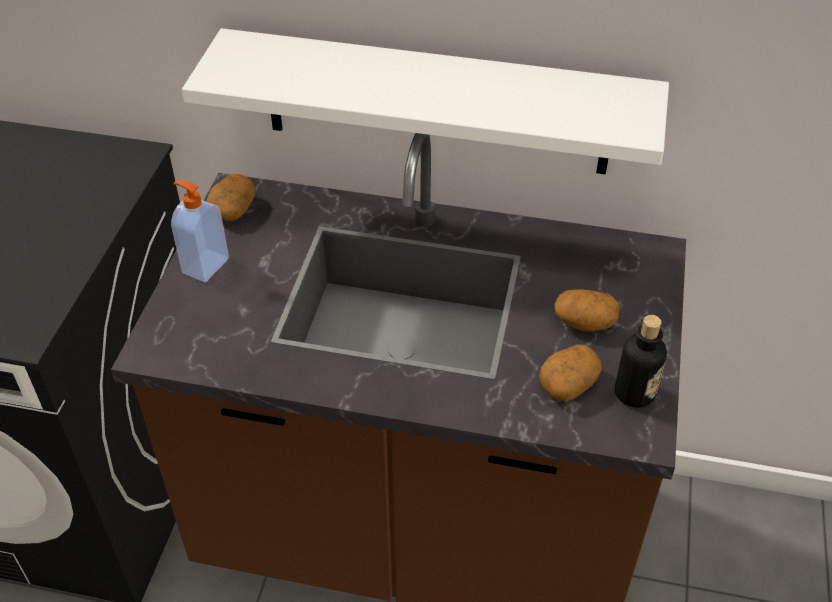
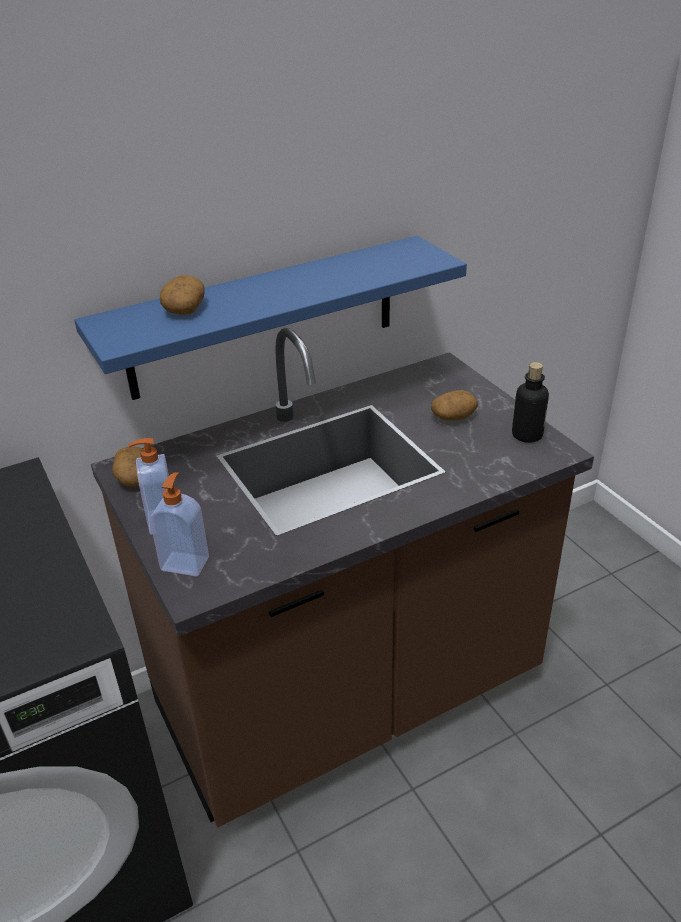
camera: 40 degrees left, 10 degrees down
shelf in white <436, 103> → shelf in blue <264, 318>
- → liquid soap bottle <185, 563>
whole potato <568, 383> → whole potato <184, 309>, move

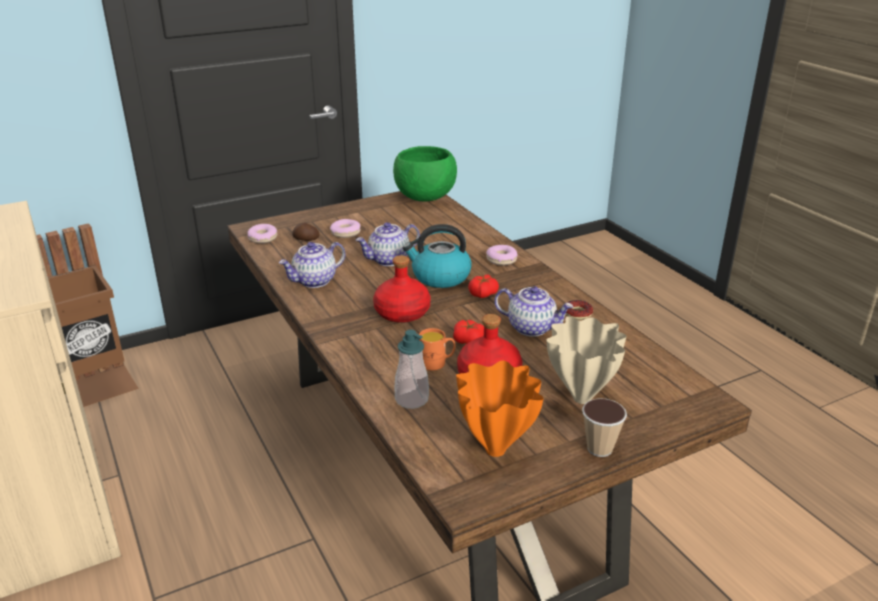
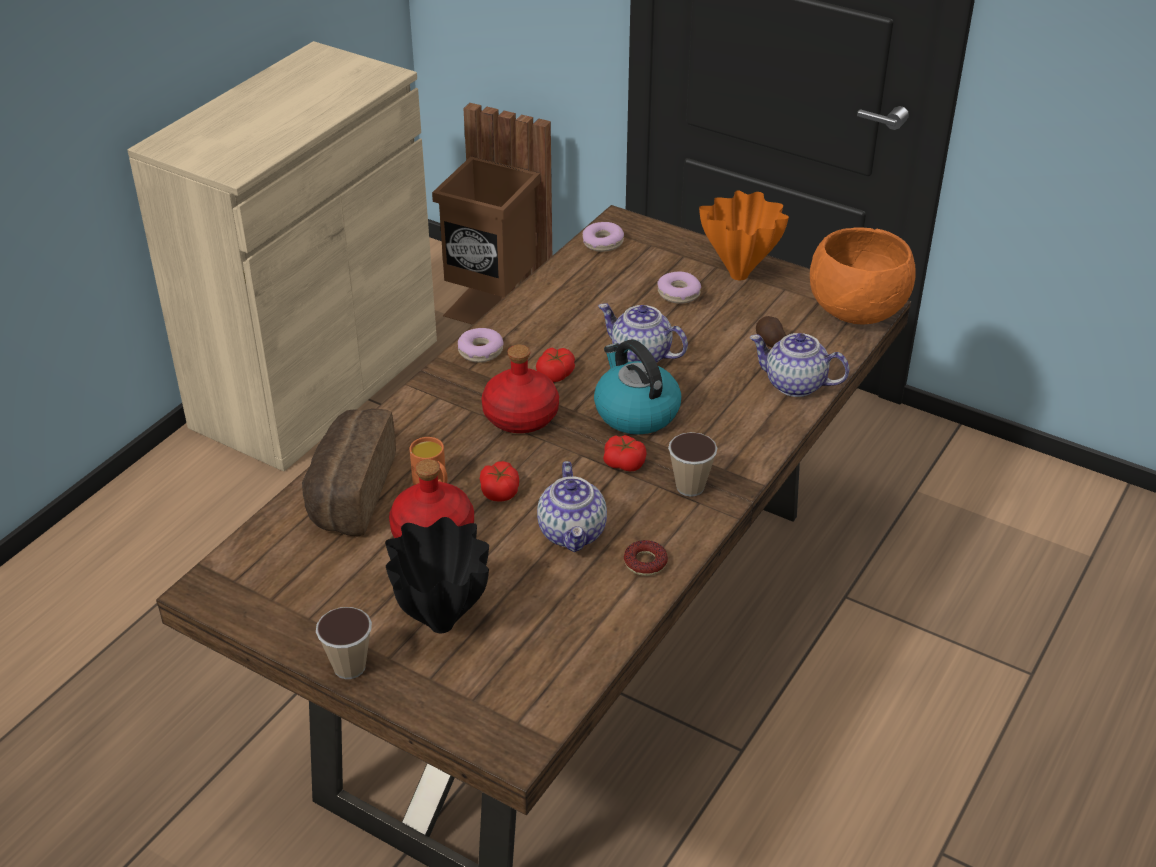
camera: 60 degrees right, 10 degrees up
liquid soap bottle <411, 399> → baked bread <348, 492>
flower vase in sand-coloured <581, 397> → flower vase in blackish <443, 623>
doughnut <501, 259> → doughnut <481, 351>, move
- → whole tomato <556, 373>
- → small cup <690, 487>
flower vase in orange <496, 449> → flower vase in orange <740, 275>, move
teapot <314, 281> → teapot <794, 384>, move
whole potato <306, 239> → whole potato <769, 341>, move
bowl in greenish <425, 197> → bowl in orange <858, 312>

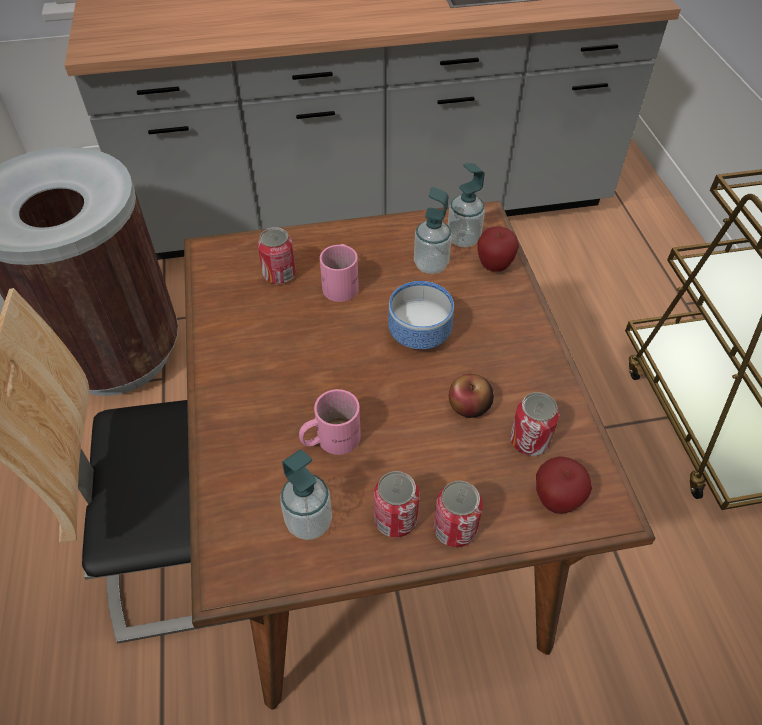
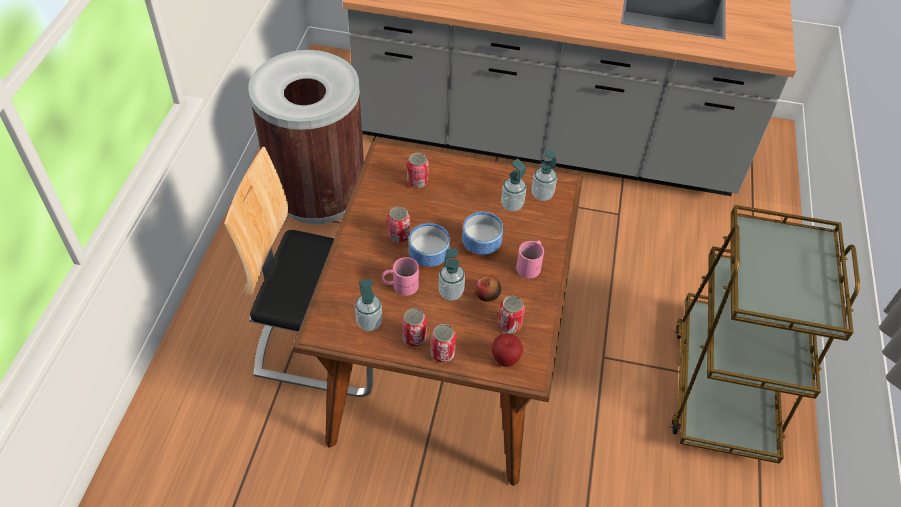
camera: 20 degrees right, 0 degrees up
- → can <399, 235>
- → bowl <430, 255>
- → liquid soap bottle <451, 292>
tea mug in pinkish <343, 283> → tea mug in pinkish <531, 265>, move
apple fruit <494, 266> → -

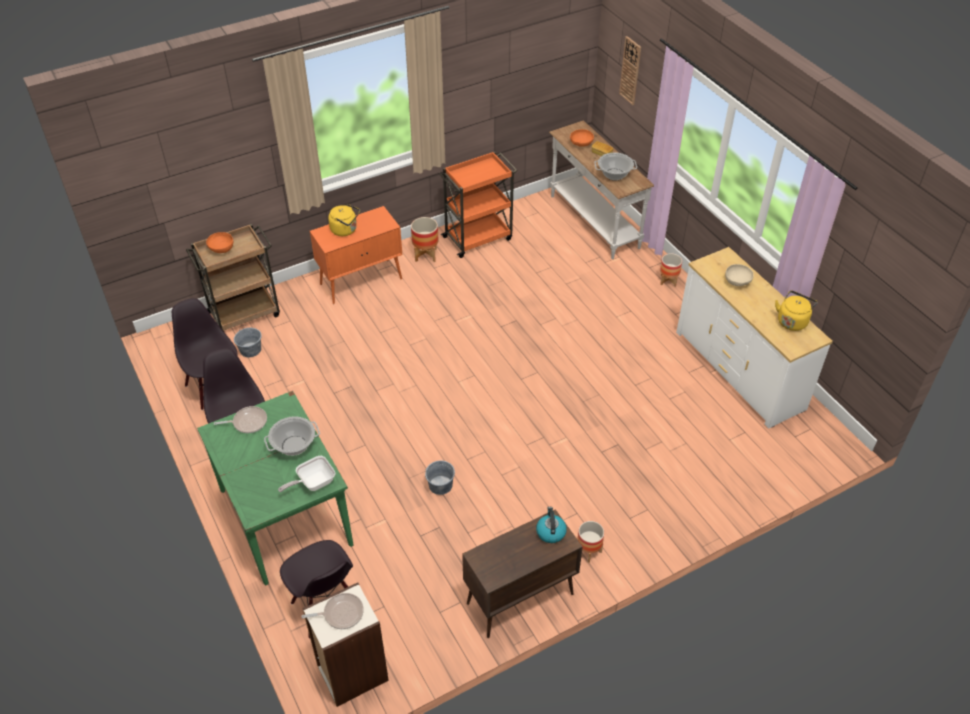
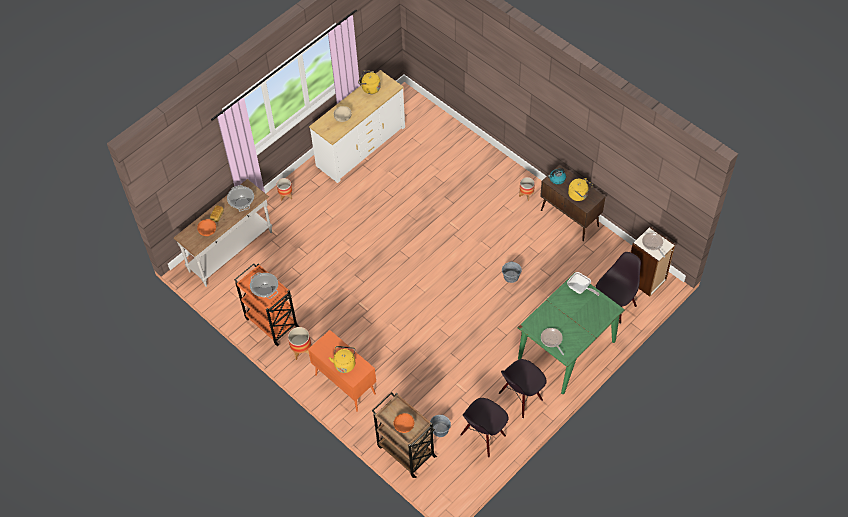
camera: 105 degrees left, 10 degrees up
saucepot <294, 446> → saucepot <265, 290>, move
- → kettle in yellow <579, 195>
clock on the wall <630, 70> → -

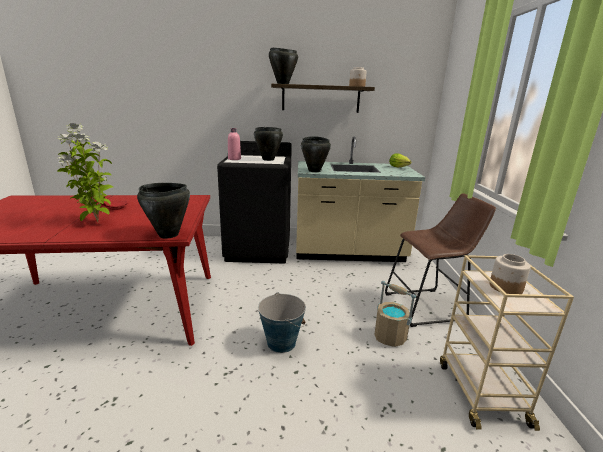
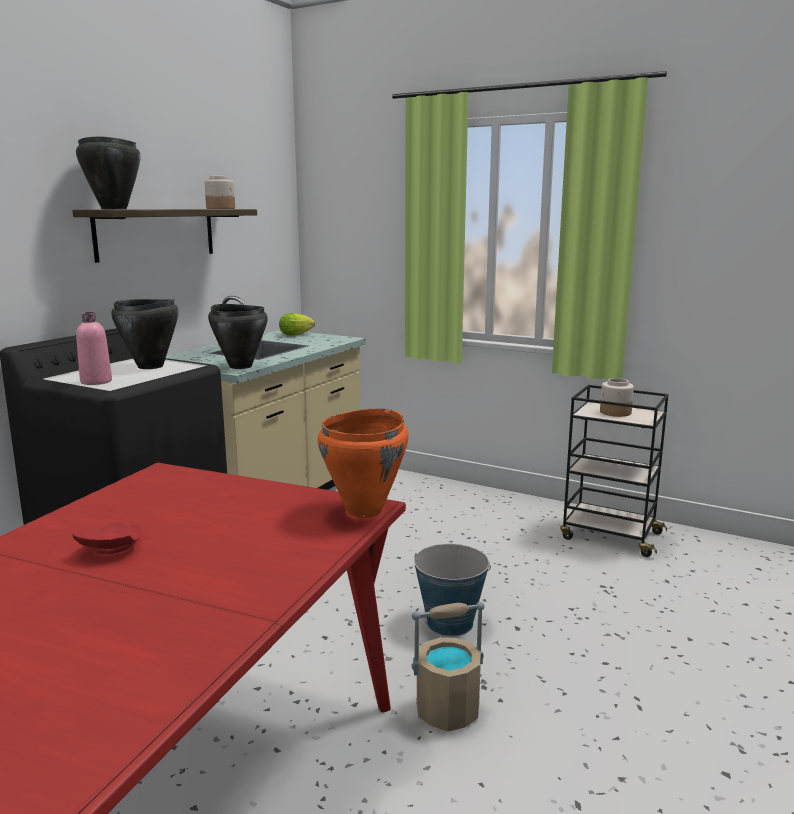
camera: 60 degrees left, 5 degrees down
saucepot in blackish <168, 235> → saucepot in orange <365, 510>
water bucket in sand-coloured <390, 337> → water bucket in sand-coloured <448, 710>, move
trolley in sand-coloured <480, 392> → trolley in blackish <609, 535>
plant in a pot <96, 222> → -
stool seat in brown <428, 307> → -

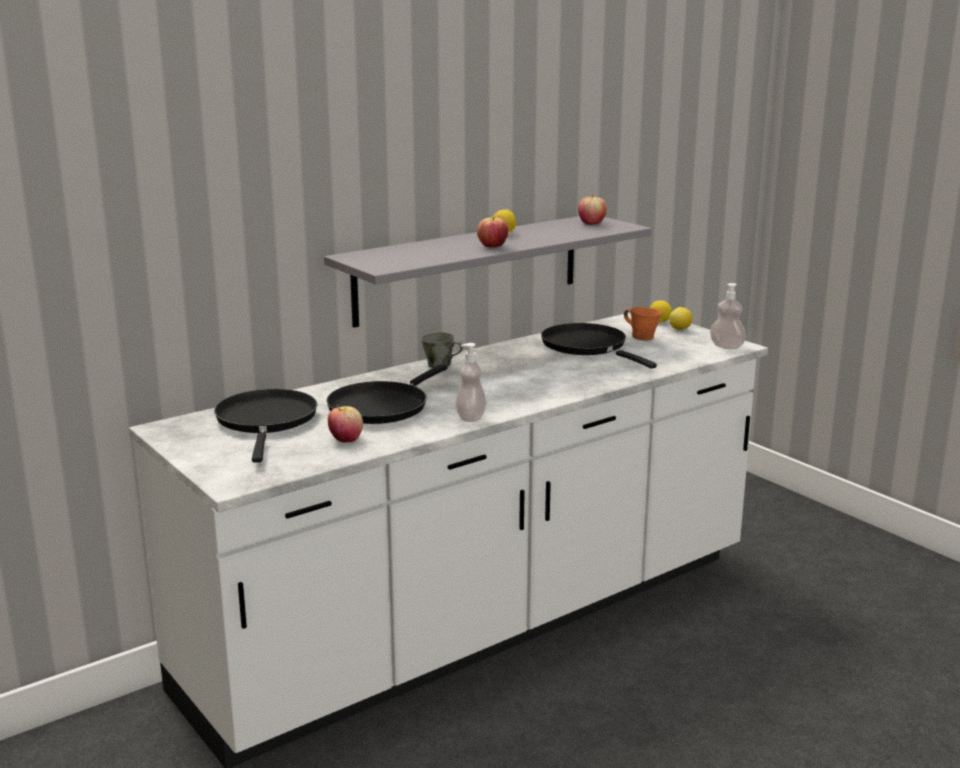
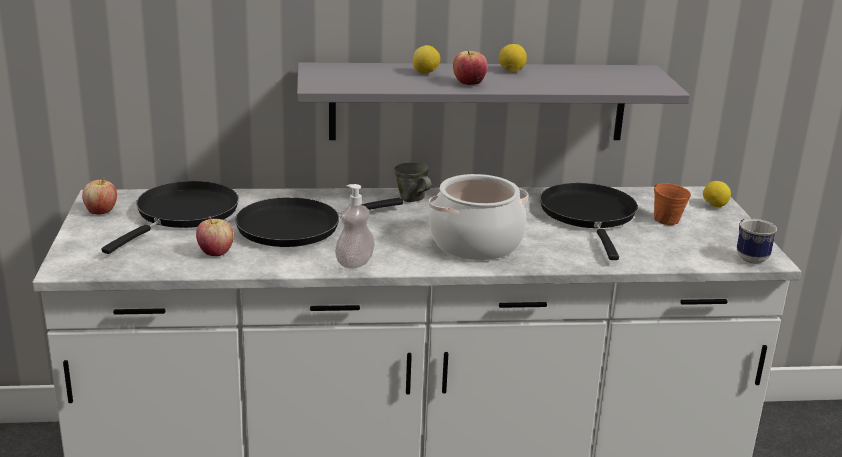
camera: 30 degrees right, 5 degrees up
apple fruit <591, 223> → apple fruit <101, 212>, move
citrus fruit <680, 329> → citrus fruit <426, 73>, move
- → saucepot <476, 243>
liquid soap bottle <726, 347> → tea mug <748, 256>

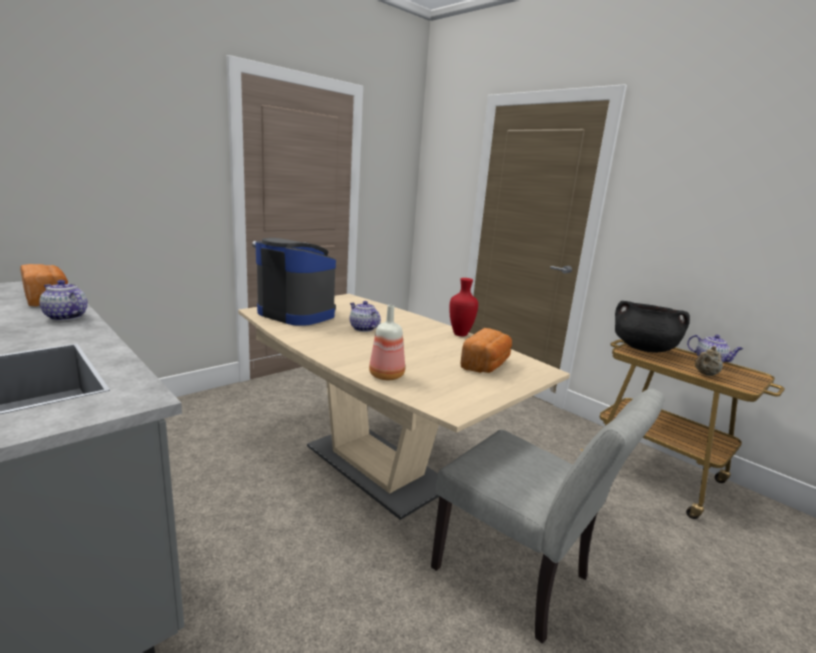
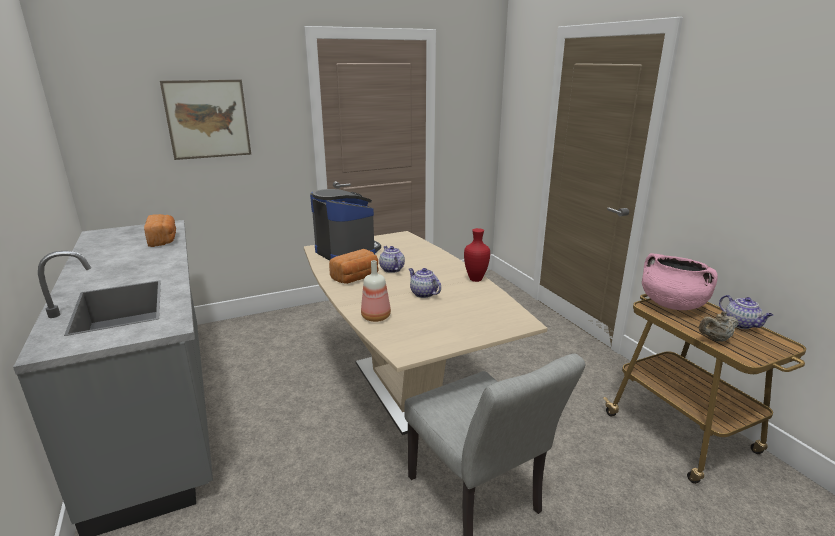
camera: 20 degrees right, 5 degrees up
- → wall art <208, 119>
baked bread <486, 365> → baked bread <356, 278>, move
teapot <65, 317> → teapot <423, 293>, move
saucepot in blackish <643, 348> → saucepot in pinkish <671, 304>

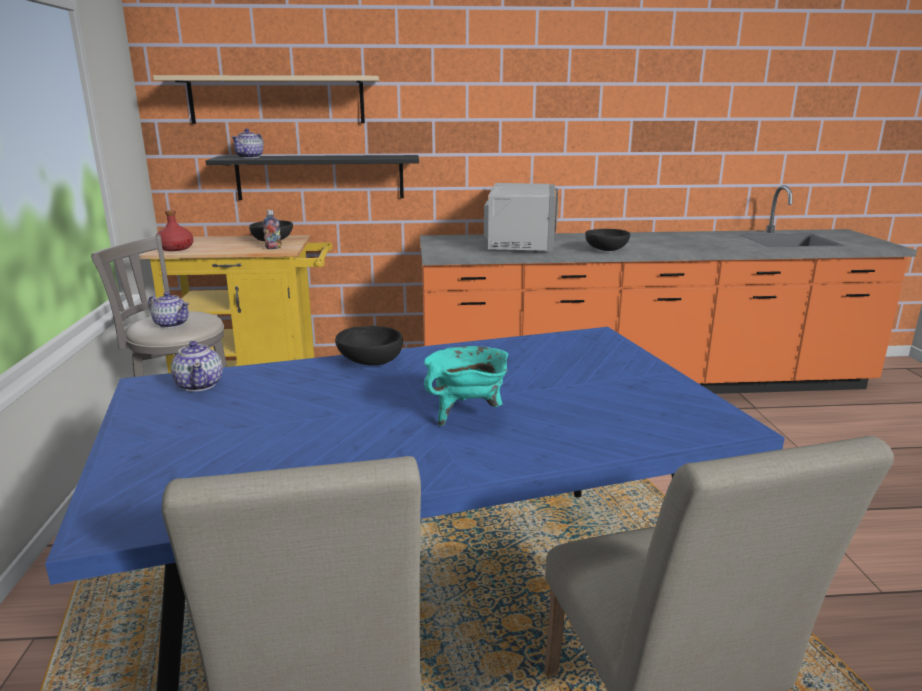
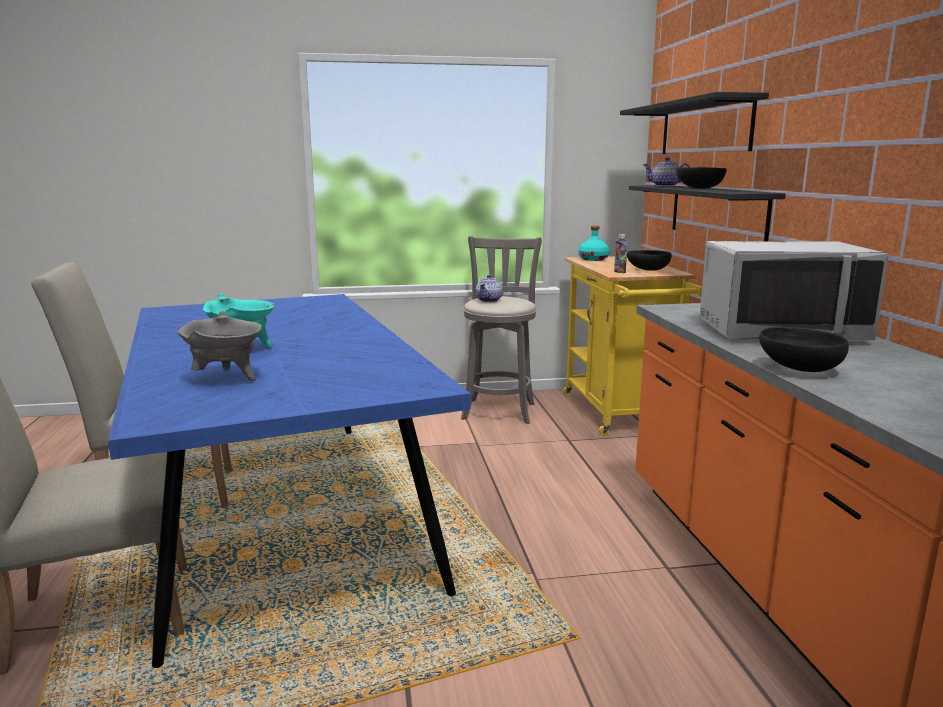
camera: 85 degrees right, 5 degrees down
- → saucepot in greyish <226, 378>
beverage bottle in red-coloured <175, 248> → beverage bottle in blue-green <593, 259>
shelf in sand-coloured <277, 100> → shelf in blackish <704, 128>
bowl in blackish <369, 362> → bowl in blackish <699, 188>, move
teapot <200, 384> → -

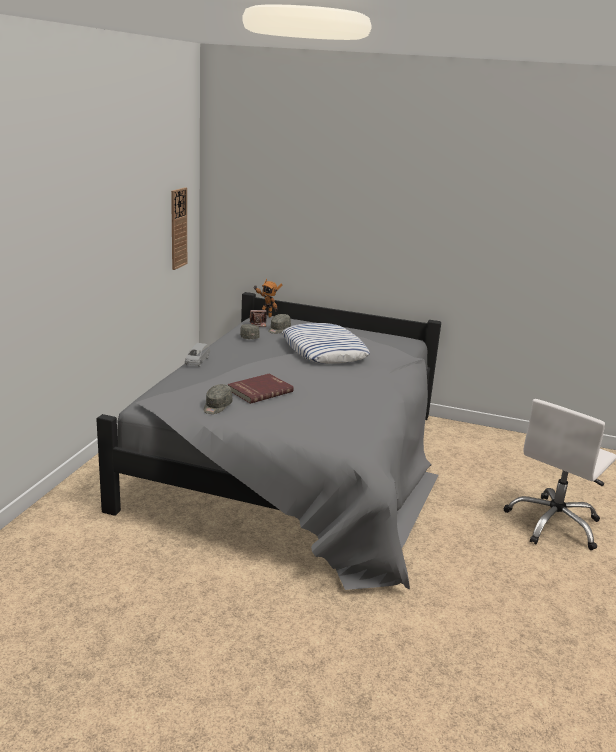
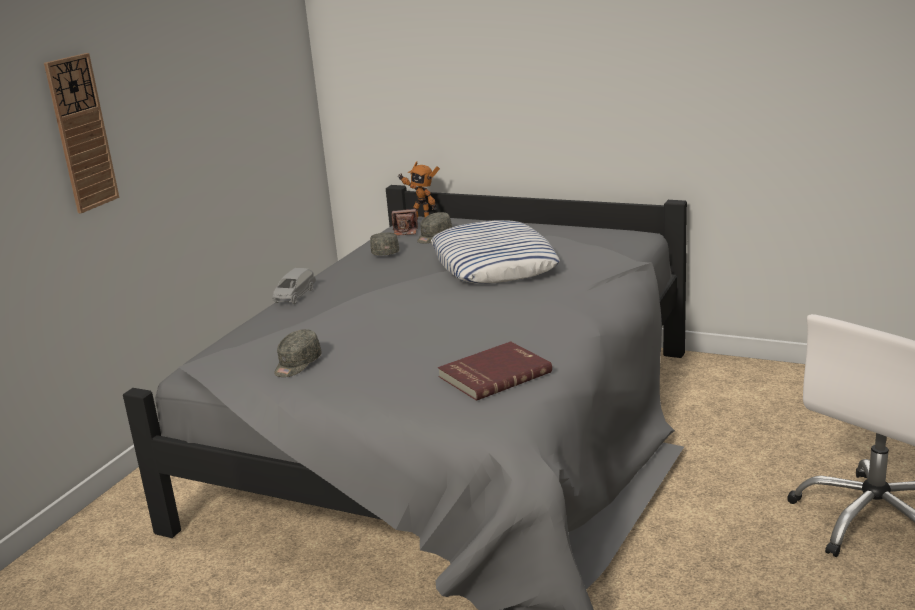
camera: 10 degrees right, 0 degrees up
clock on the wall <178, 228> → clock on the wall <81, 133>, move
volume in red-coloured <259, 390> → volume in red-coloured <493, 374>, move

